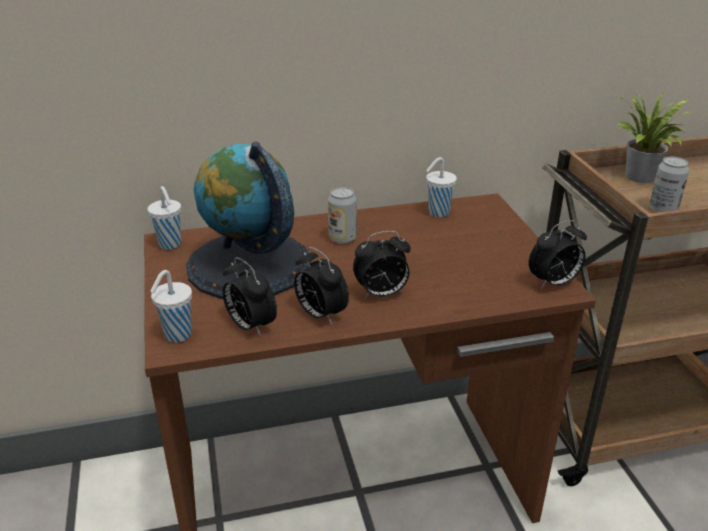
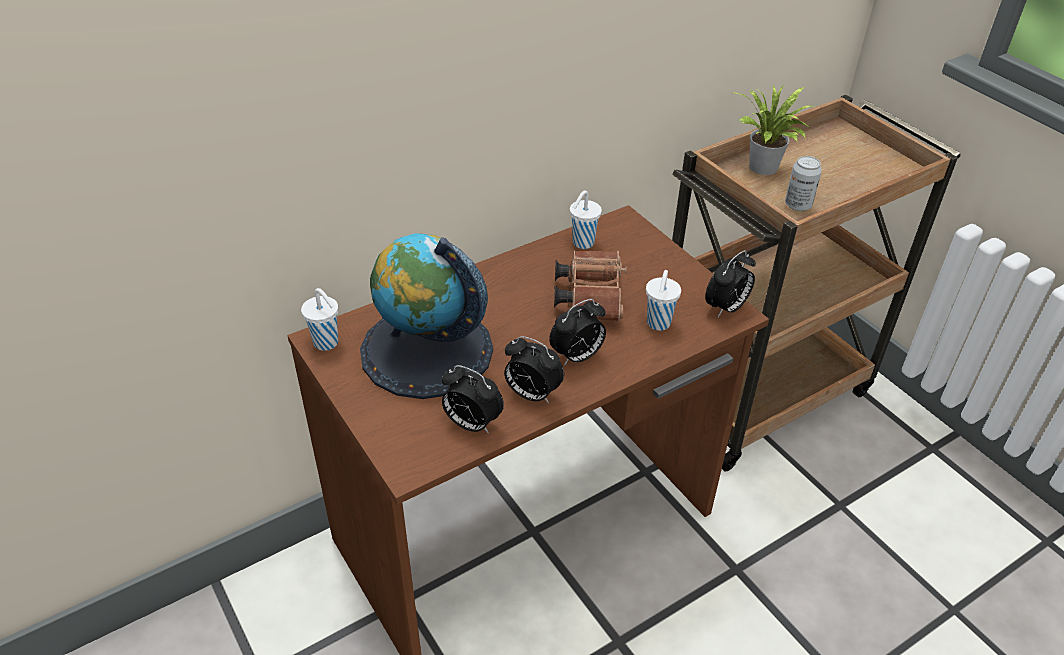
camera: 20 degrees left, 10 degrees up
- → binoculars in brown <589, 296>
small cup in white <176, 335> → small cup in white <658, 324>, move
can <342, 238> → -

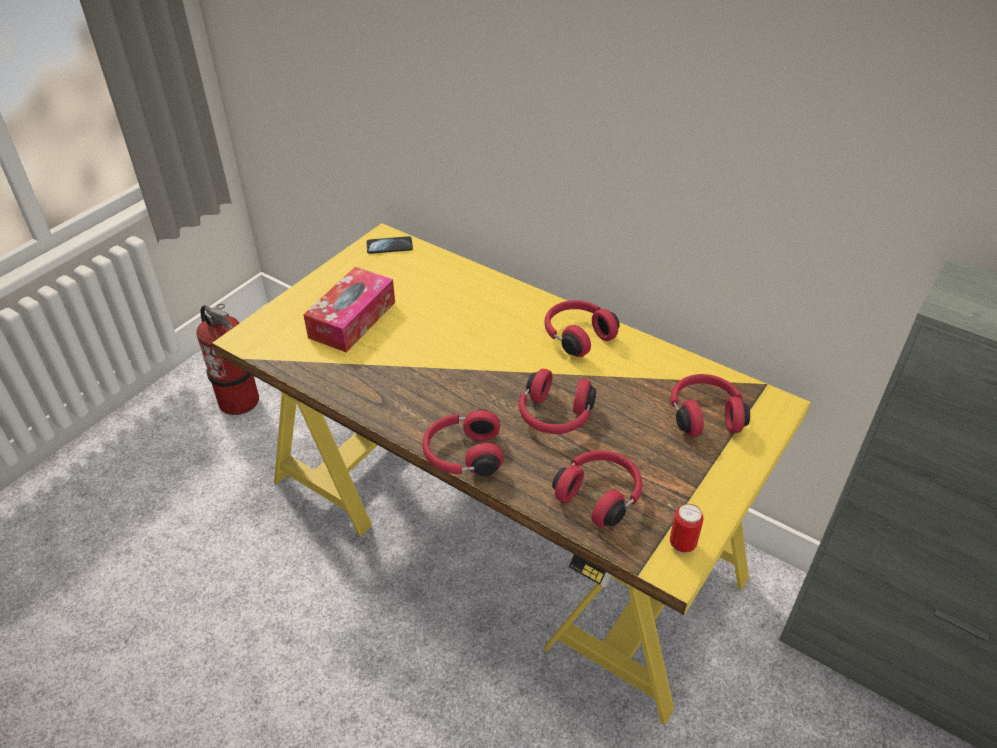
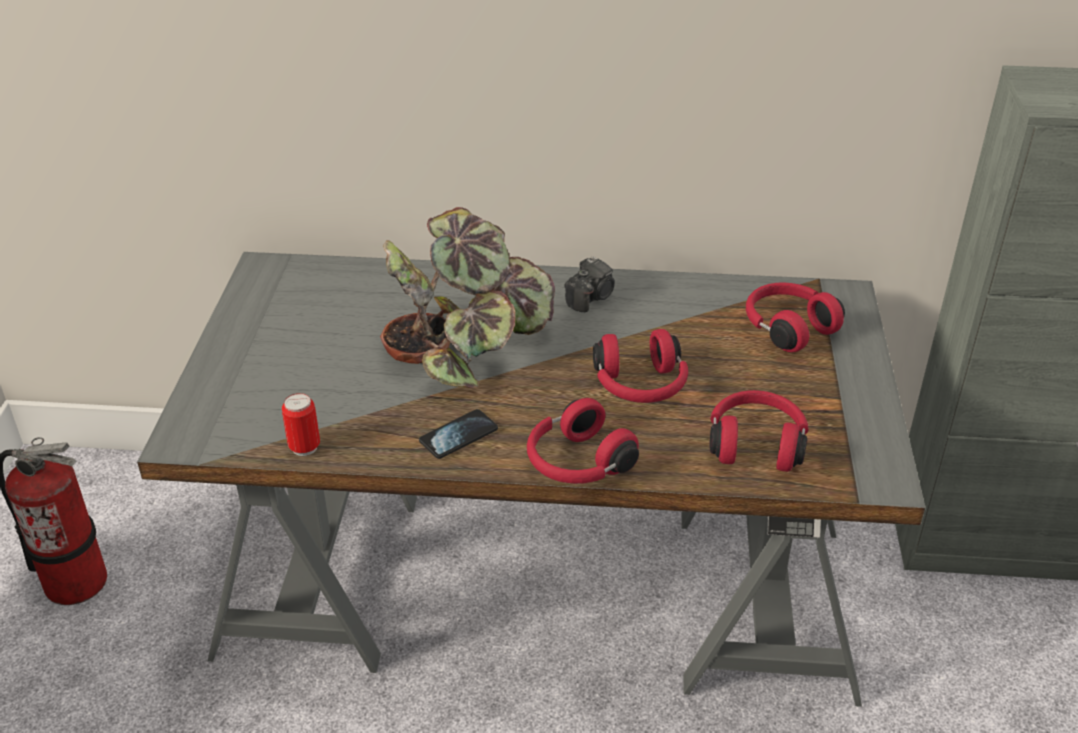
camera: 30 degrees left, 5 degrees down
desk in yellow <501, 526> → desk in greyish <540, 585>
can <682, 544> → can <304, 447>, move
- → plant in a pot <466, 345>
handset <389, 246> → handset <458, 435>, move
headphones in red-coloured <577, 336> → still camera <591, 297>
box of tissues <352, 319> → -

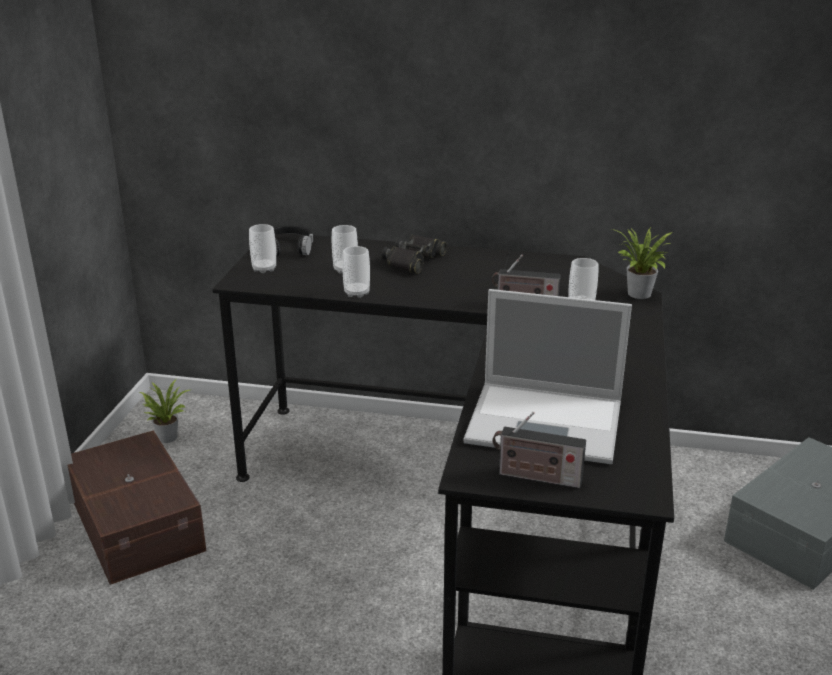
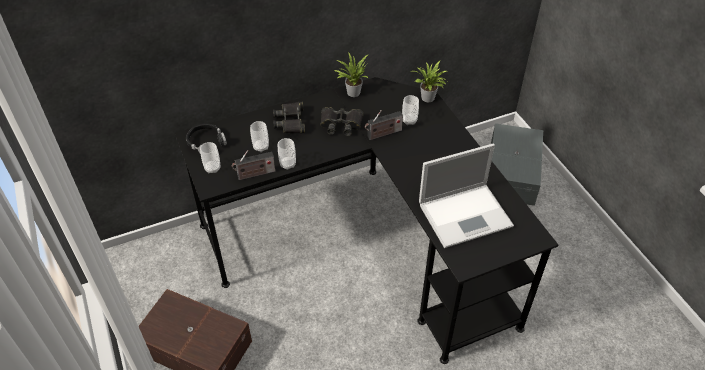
camera: 35 degrees left, 20 degrees up
radio <535, 477> → radio <254, 174>, move
- → binoculars in blackish <341, 124>
plant in a pot <167, 436> → plant in a pot <352, 92>, move

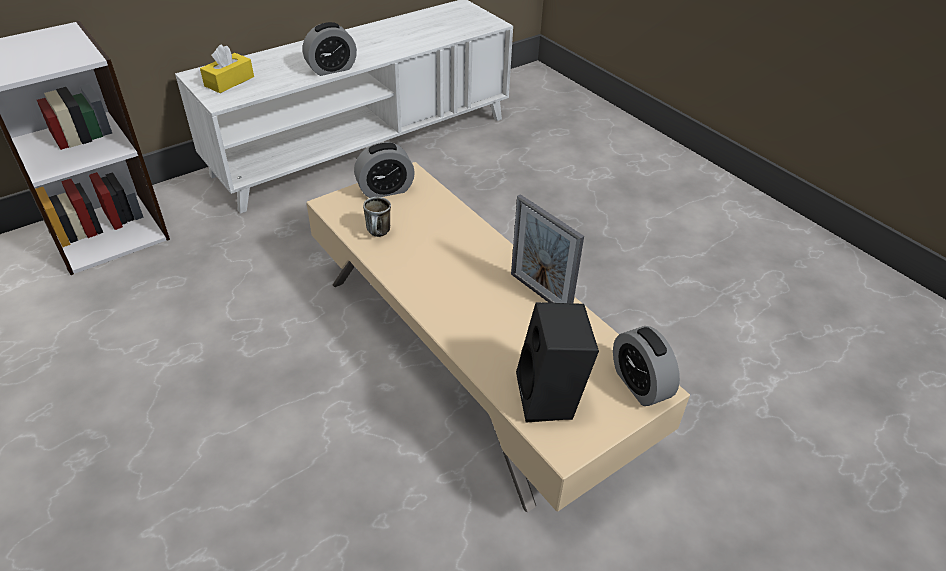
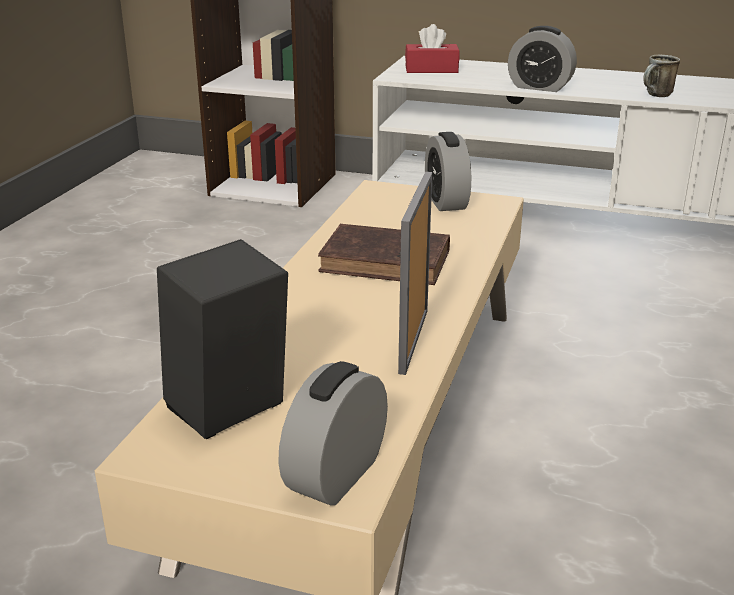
camera: 55 degrees right, 15 degrees down
- → volume in brown <389, 262>
box of tissues in yellow <229, 81> → box of tissues in red-coloured <431, 69>
alarm clock <385, 190> → alarm clock <446, 201>, 45 degrees clockwise
tea mug <379, 234> → tea mug <656, 95>, move

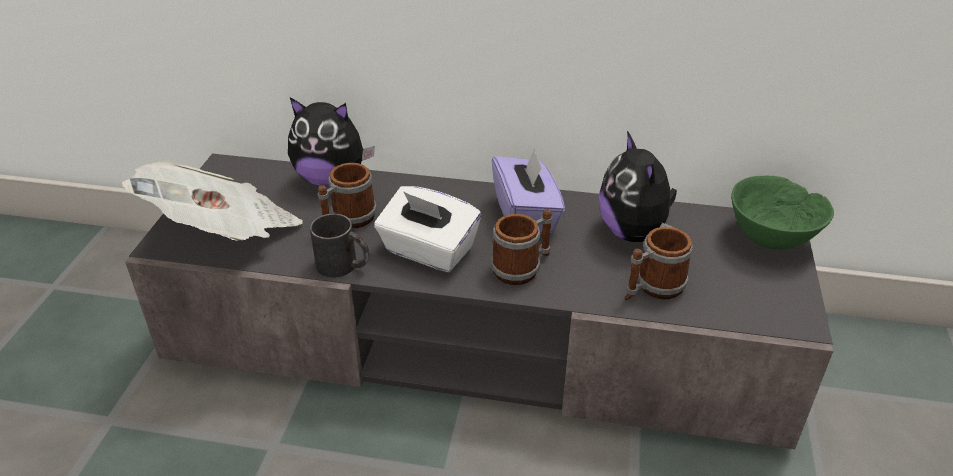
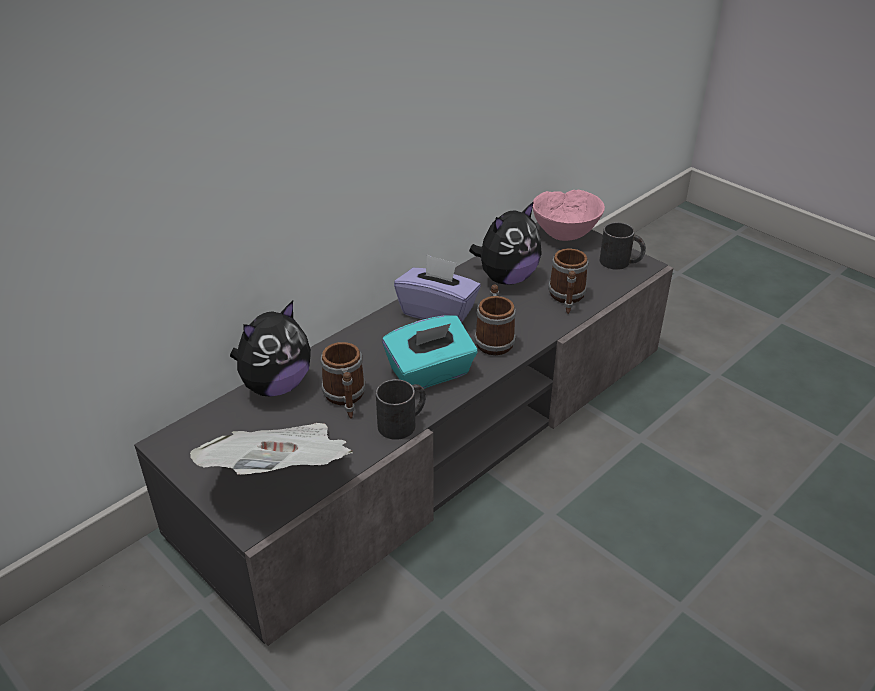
camera: 55 degrees left, 0 degrees up
box of tissues in white <428, 251> → box of tissues in blue-green <430, 373>
plush toy <634, 233> → plush toy <506, 278>, 60 degrees counterclockwise
bowl in greenish <771, 239> → bowl in pinkish <565, 234>
- → tea mug in blackish <621, 262>

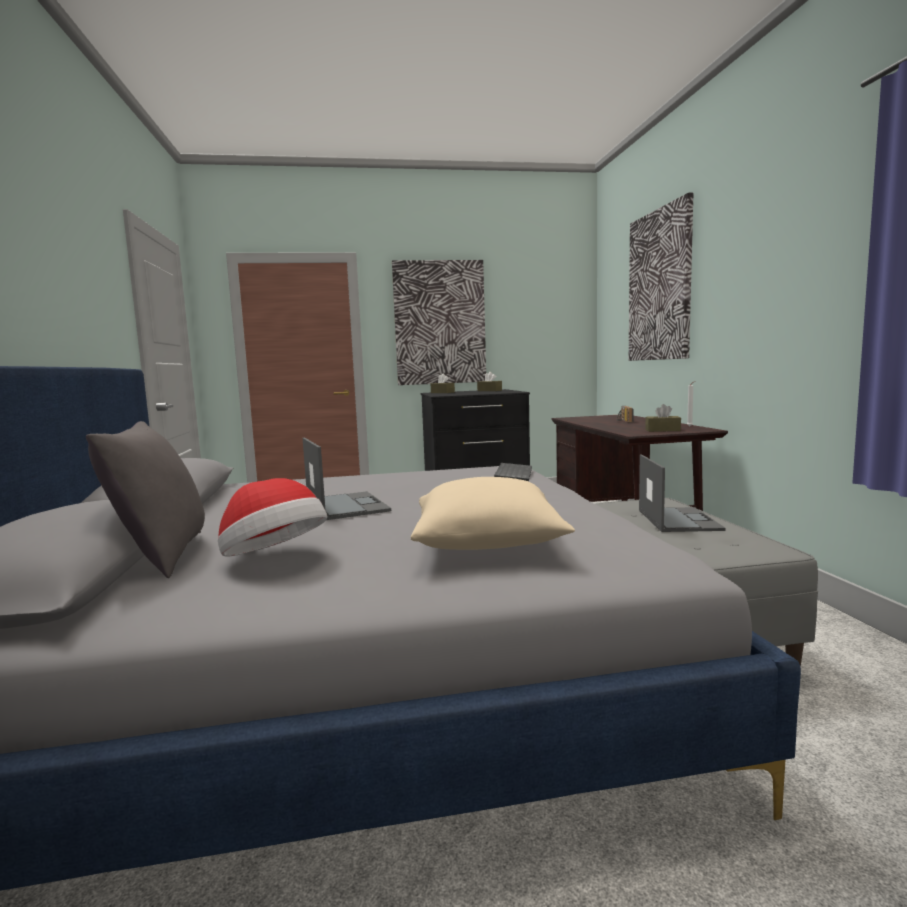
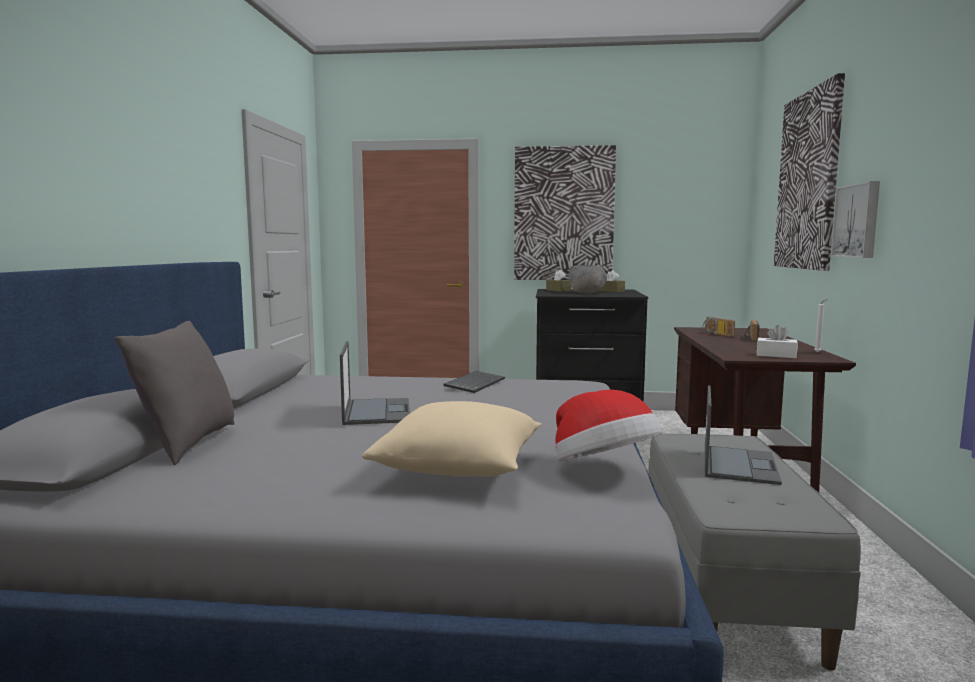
camera: 15 degrees right, 0 degrees up
keyboard <512, 473> → keyboard <474, 383>, move
clothing hat <274, 559> → clothing hat <603, 468>, move
- → bowl in greyish <586, 293>
- → radio <716, 334>
box of tissues in brown <662, 430> → box of tissues in white <776, 355>
- → wall art <858, 221>

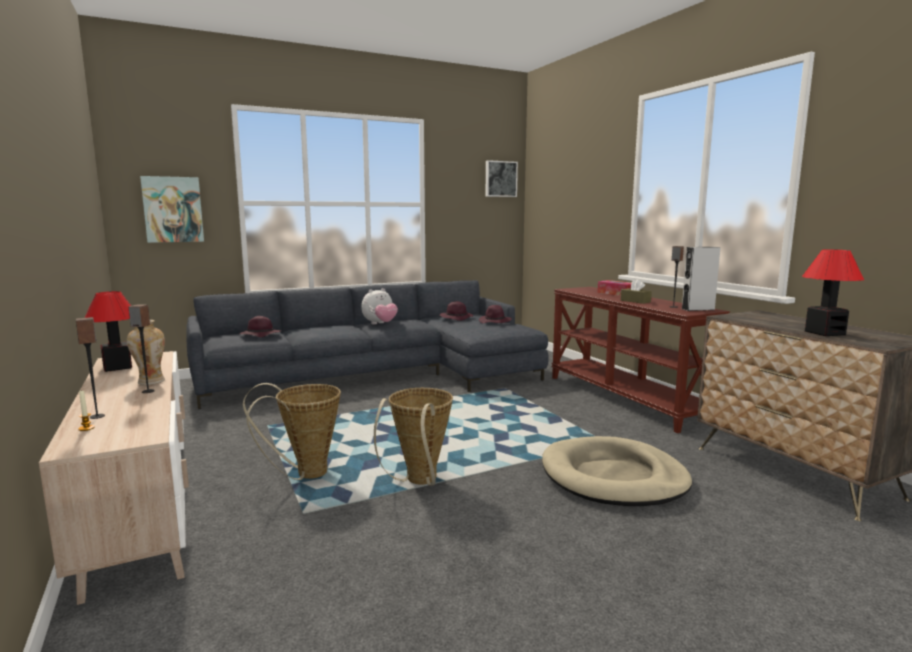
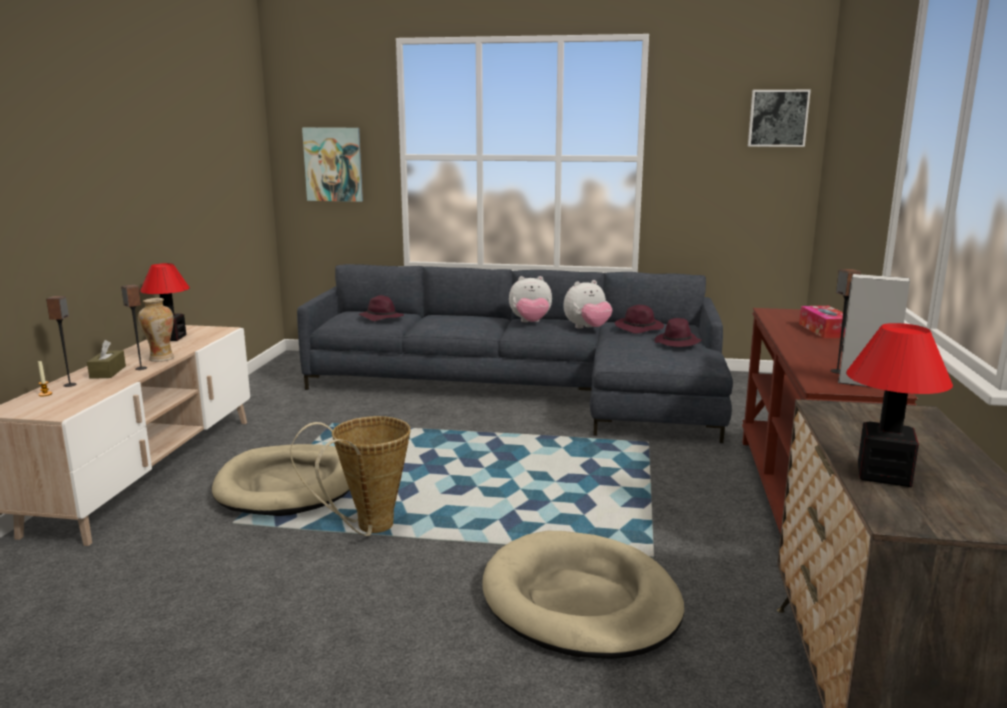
camera: 35 degrees right, 5 degrees up
box of tissues in brown <635, 301> → box of tissues in brown <108, 372>, move
basket <305, 474> → dog bed in sand-coloured <288, 485>
- → plush toy <587, 328>

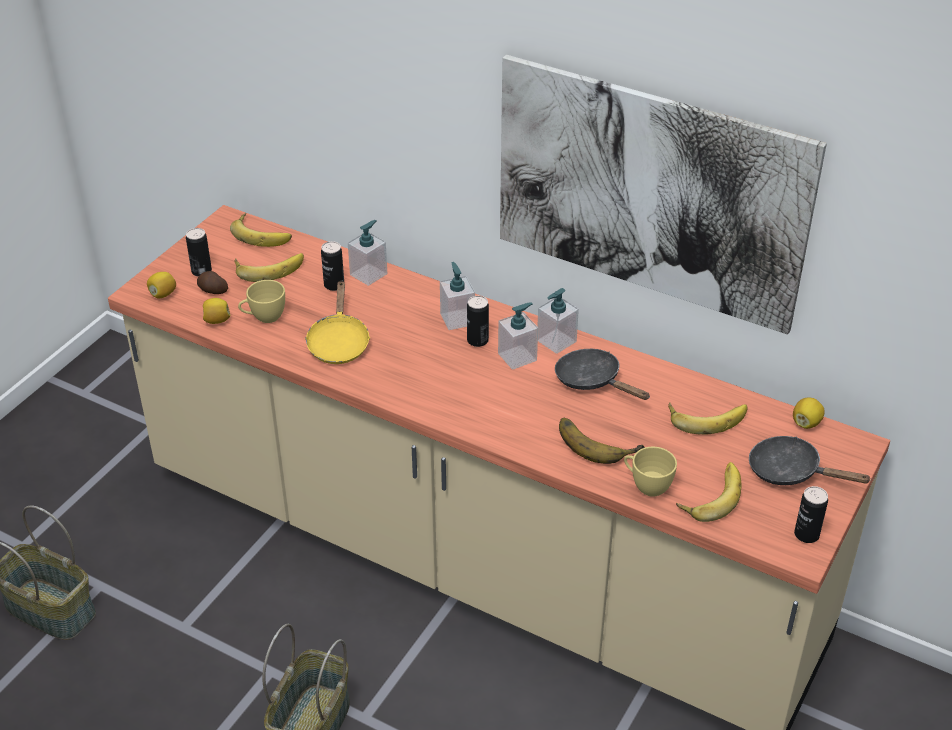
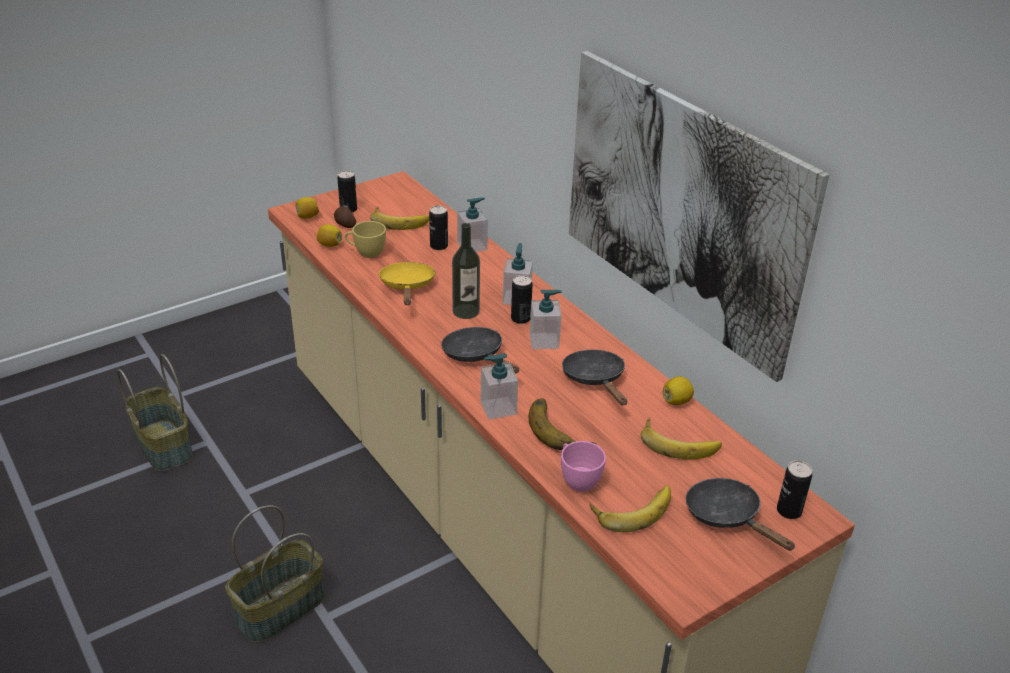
camera: 25 degrees right, 5 degrees down
frying pan in yellow <338, 342> → frying pan in yellow <407, 286>, 150 degrees clockwise
- → frying pan in blackish <476, 355>
- → beverage bottle <466, 311>
liquid soap bottle <556, 341> → liquid soap bottle <498, 408>, move
small cup in yellow <646, 485> → small cup in pinkish <577, 480>
citrus fruit <806, 423> → citrus fruit <676, 401>, move
can <806, 534> → can <789, 511>, move
banana <262, 233> → -

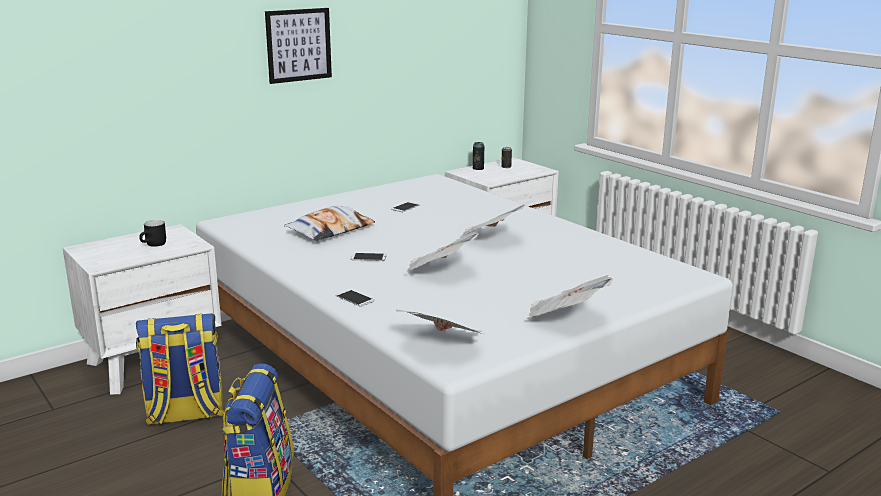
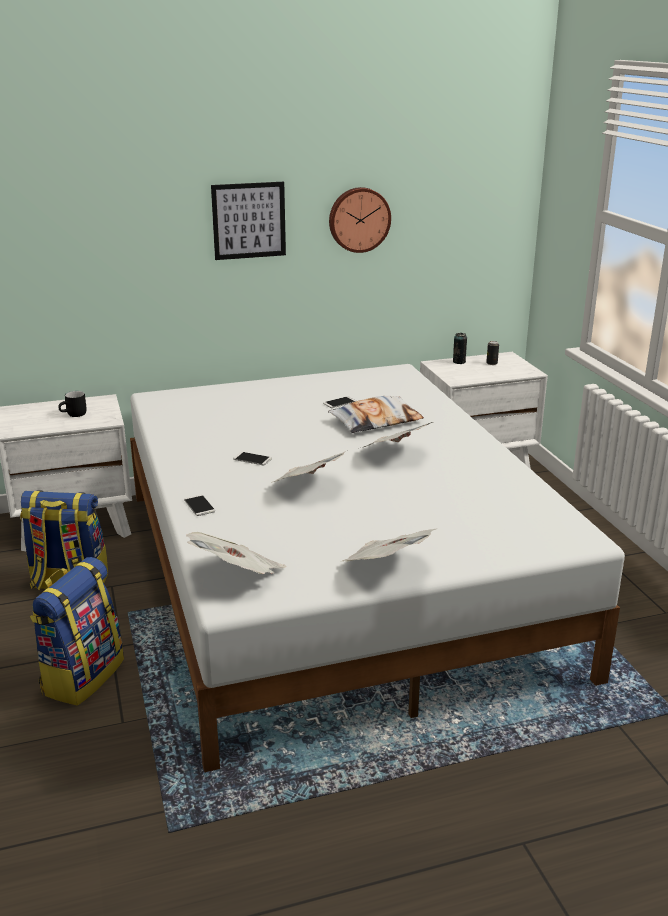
camera: 20 degrees right, 5 degrees up
pillow <330, 230> → pillow <376, 421>, move
- → clock on the wall <359, 219>

